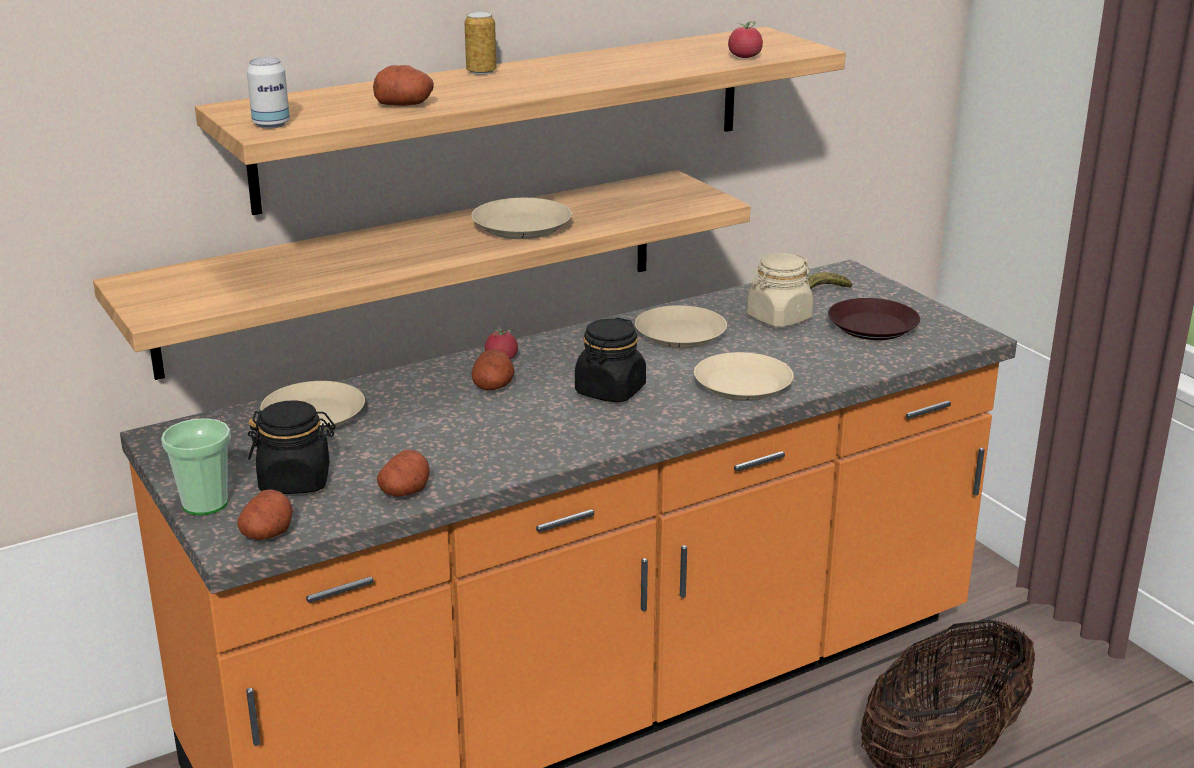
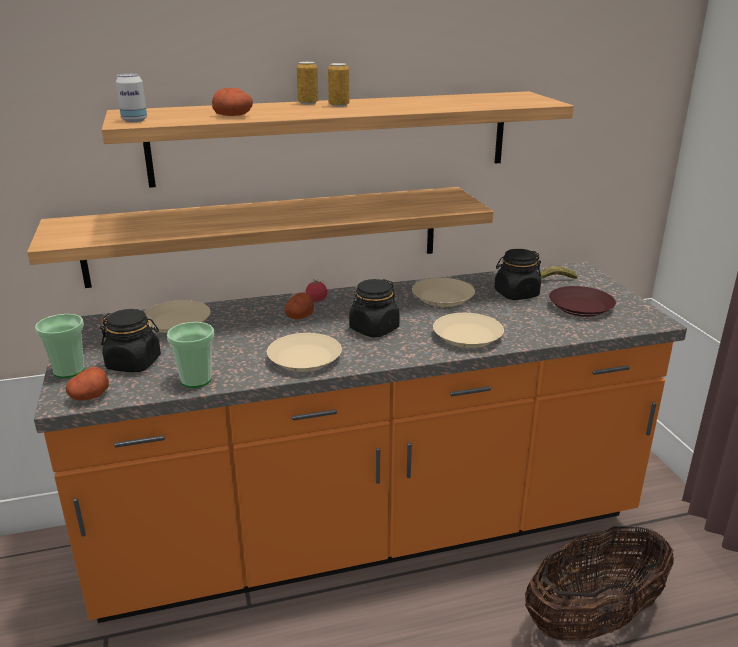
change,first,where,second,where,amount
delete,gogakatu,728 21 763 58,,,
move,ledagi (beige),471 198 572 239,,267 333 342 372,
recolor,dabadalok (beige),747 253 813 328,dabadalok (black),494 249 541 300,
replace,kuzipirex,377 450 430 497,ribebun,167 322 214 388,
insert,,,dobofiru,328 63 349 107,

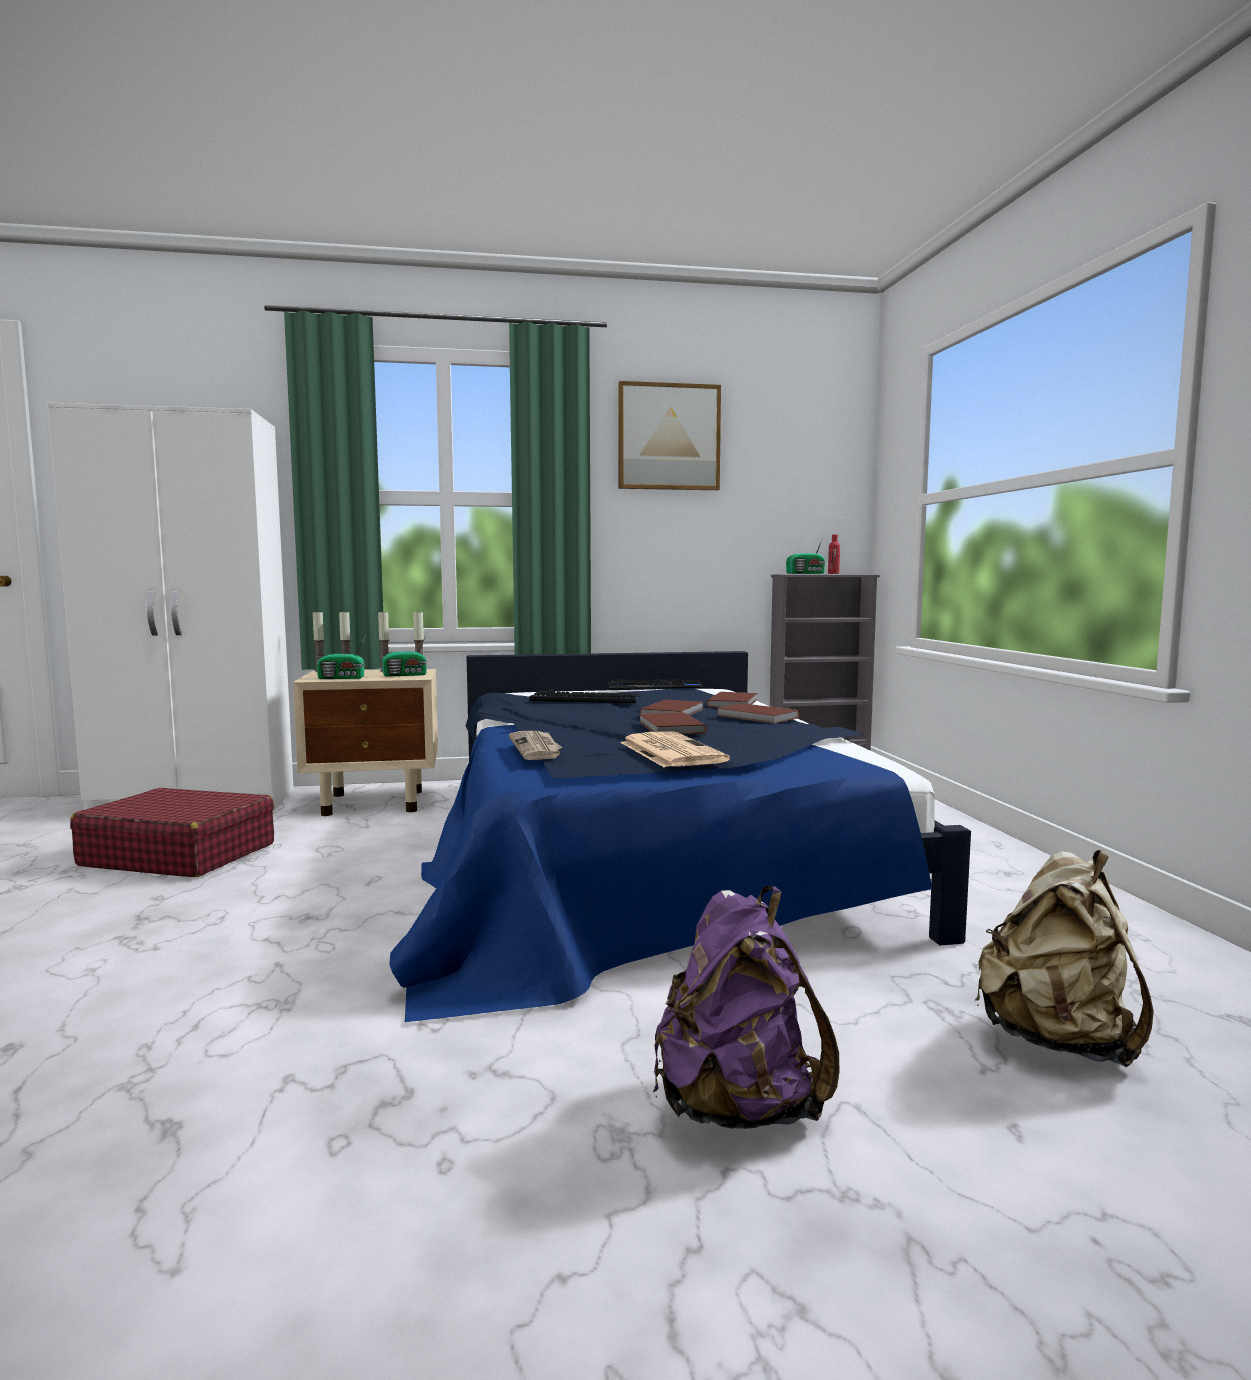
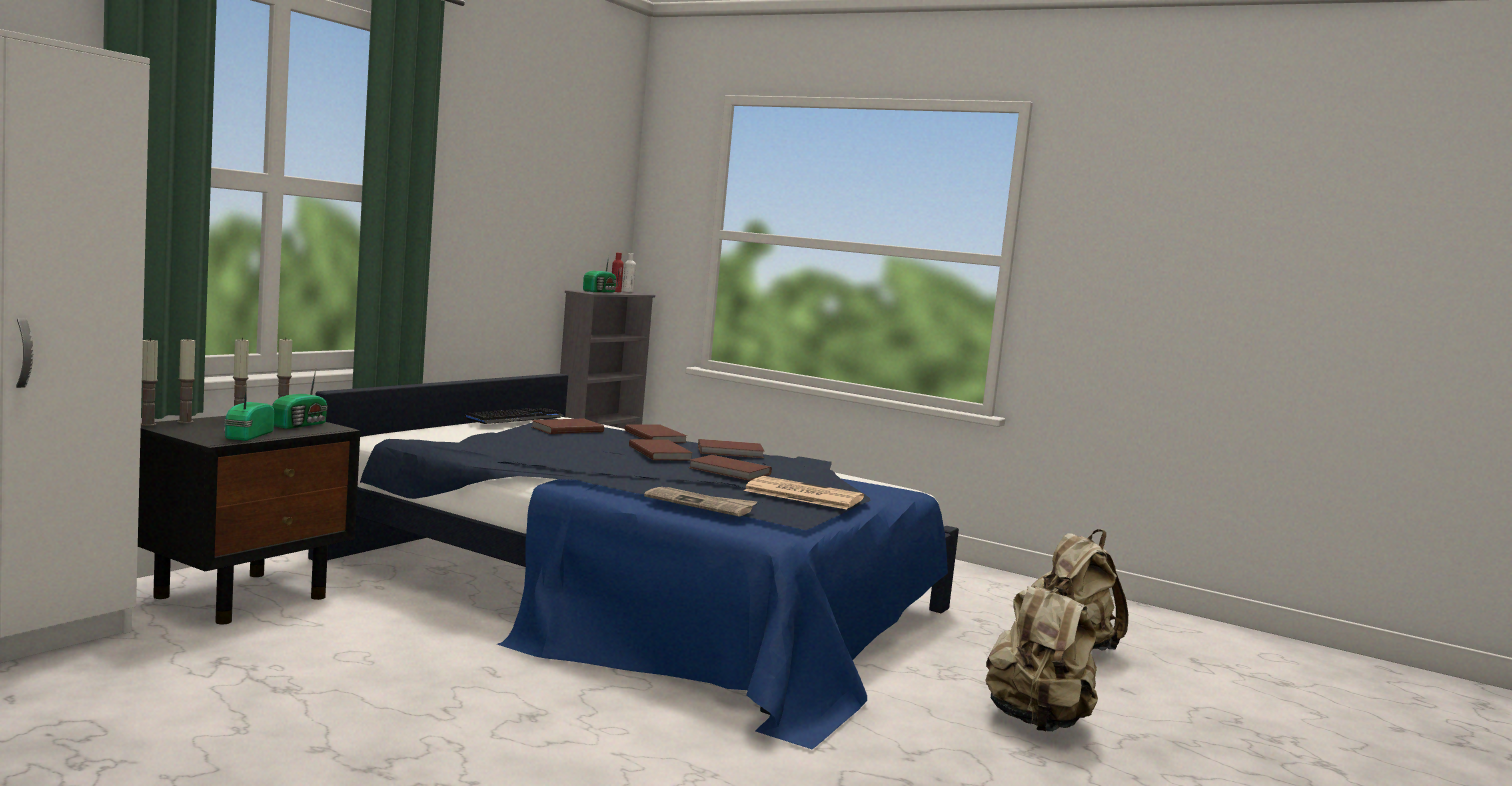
change,first,where,second,where,amount
delete,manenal,618 381 721 490,,,
rotate,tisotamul,317 634 367 679,,224 384 274 441,150 degrees clockwise
recolor,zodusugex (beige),293 669 438 816,zodusugex (black),138 416 360 625,
delete,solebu,530 690 641 703,,,
delete,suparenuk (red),70 788 274 877,,,
recolor,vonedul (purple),653 885 839 1129,vonedul (beige),985 577 1098 731,
insert,,,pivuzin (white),623 253 636 292,
insert,,,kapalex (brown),532 418 604 434,

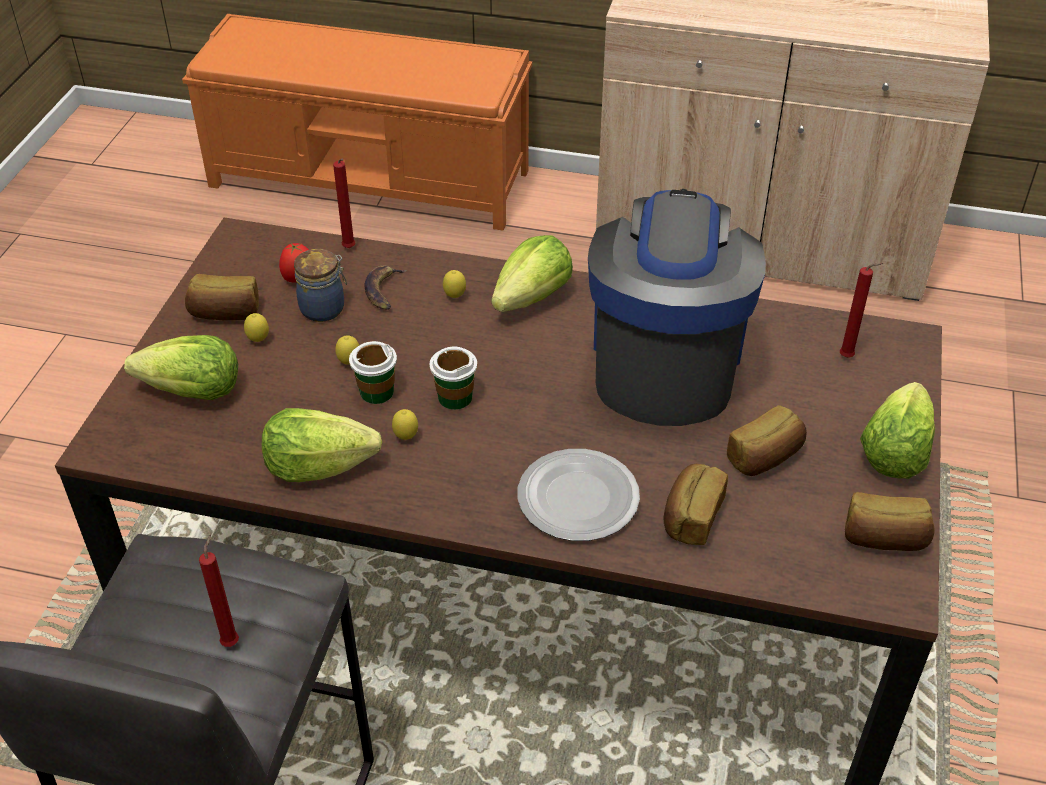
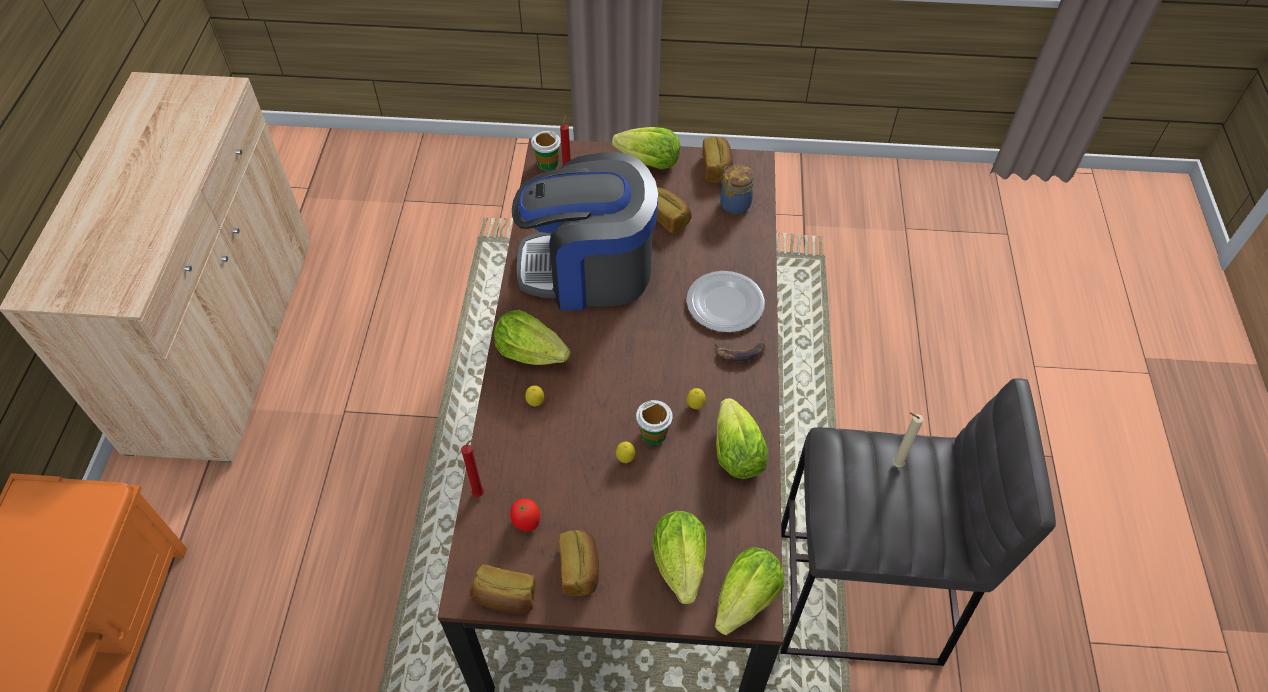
change,first,where,second,where,amount
move,dabadalok,294 249 347 322,,720 164 754 214,
move,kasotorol,364 265 406 310,,713 340 766 361,
delete,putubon,244 313 269 342,,,
move,ribebun,429 347 477 410,,531 131 561 170,
move,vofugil,664 464 728 545,,470 564 536 614,
recolor,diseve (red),199 534 239 647,diseve (beige),892 413 924 468,
insert,,,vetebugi,715 547 784 635,

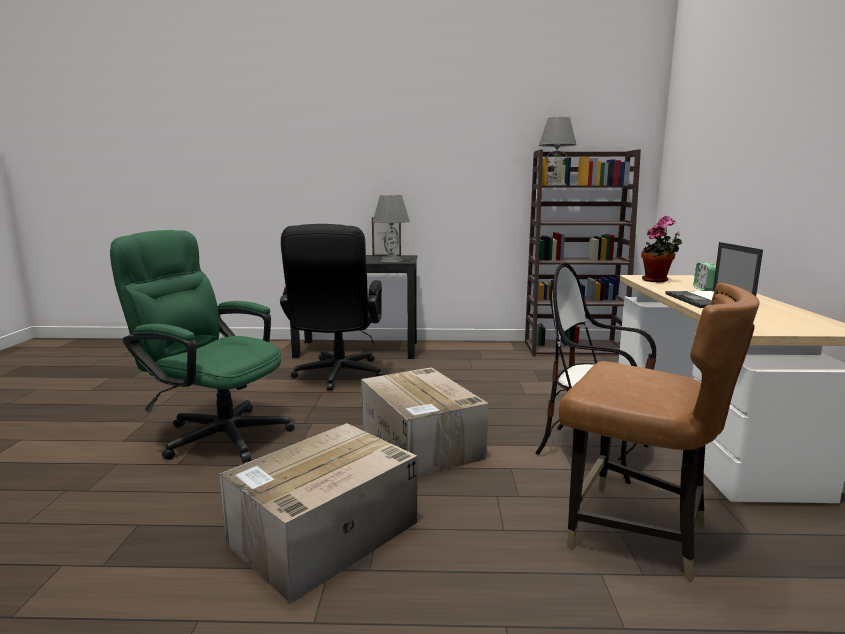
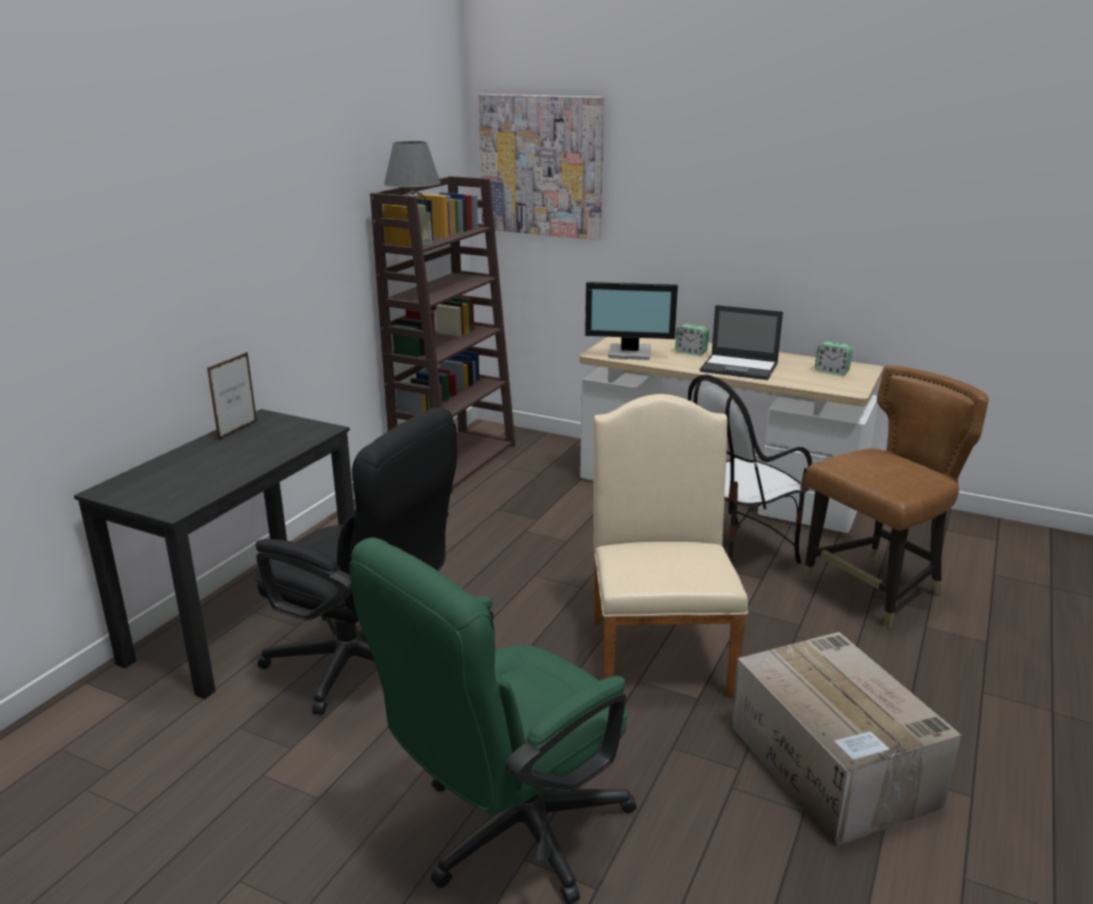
change,first,where,second,where,amount
delete,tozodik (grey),373 195 410 262,,,
replace,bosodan,641 216 682 282,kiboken,585 282 678 360,
replace,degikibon,361 367 488 477,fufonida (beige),593 394 748 698,
insert,,,manenal,479 94 604 240,
insert,,,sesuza,815 341 853 376,

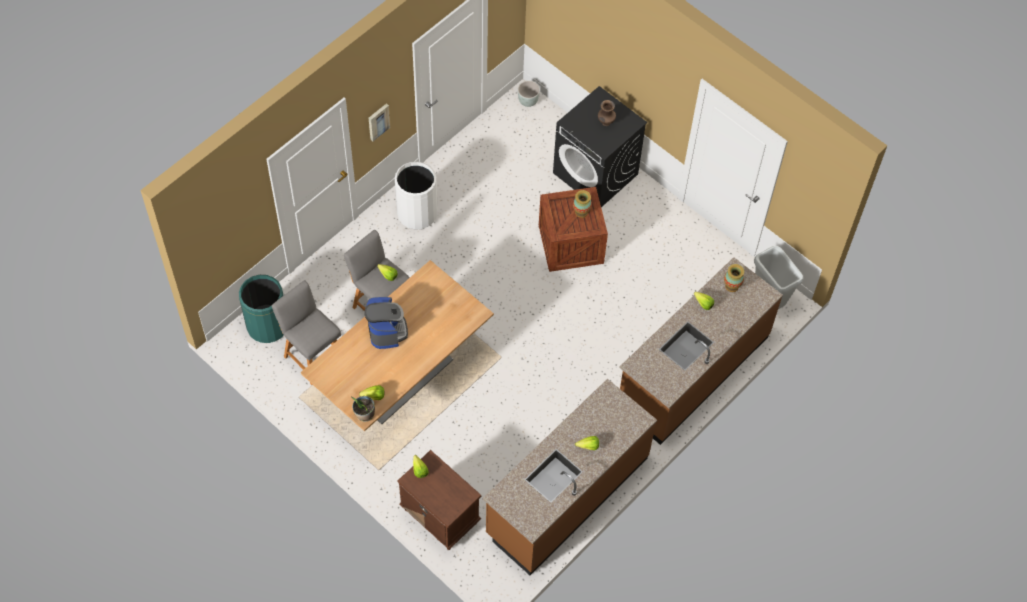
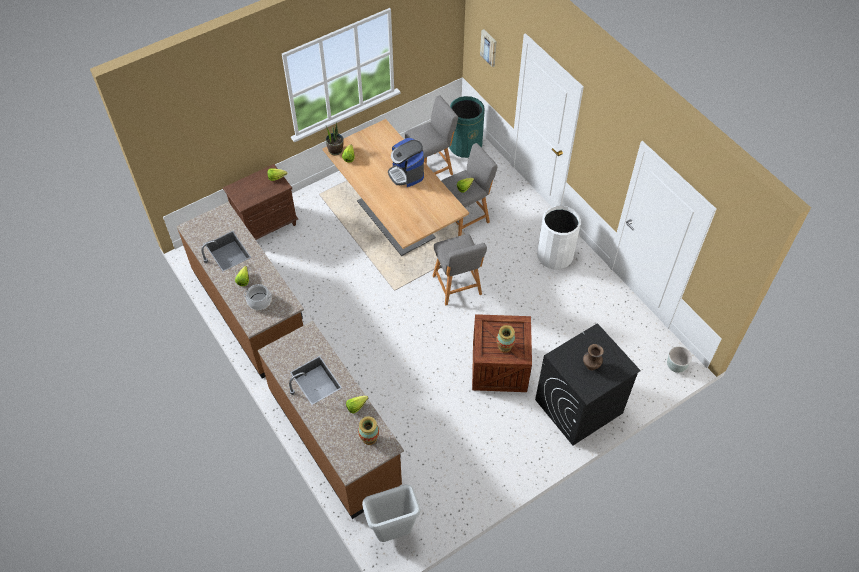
change,first,where,second,where,amount
move,manenal,369 103 391 141,,480 29 497 67,
rotate,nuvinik,364 297 408 349,,388 138 424 187,60 degrees clockwise
insert,,,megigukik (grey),432 234 487 305,
insert,,,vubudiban,244 284 272 310,

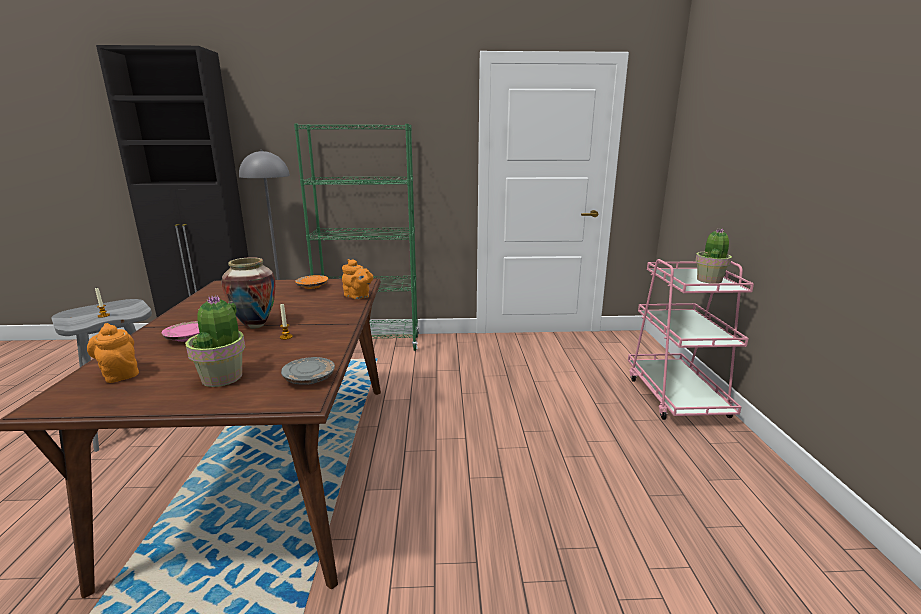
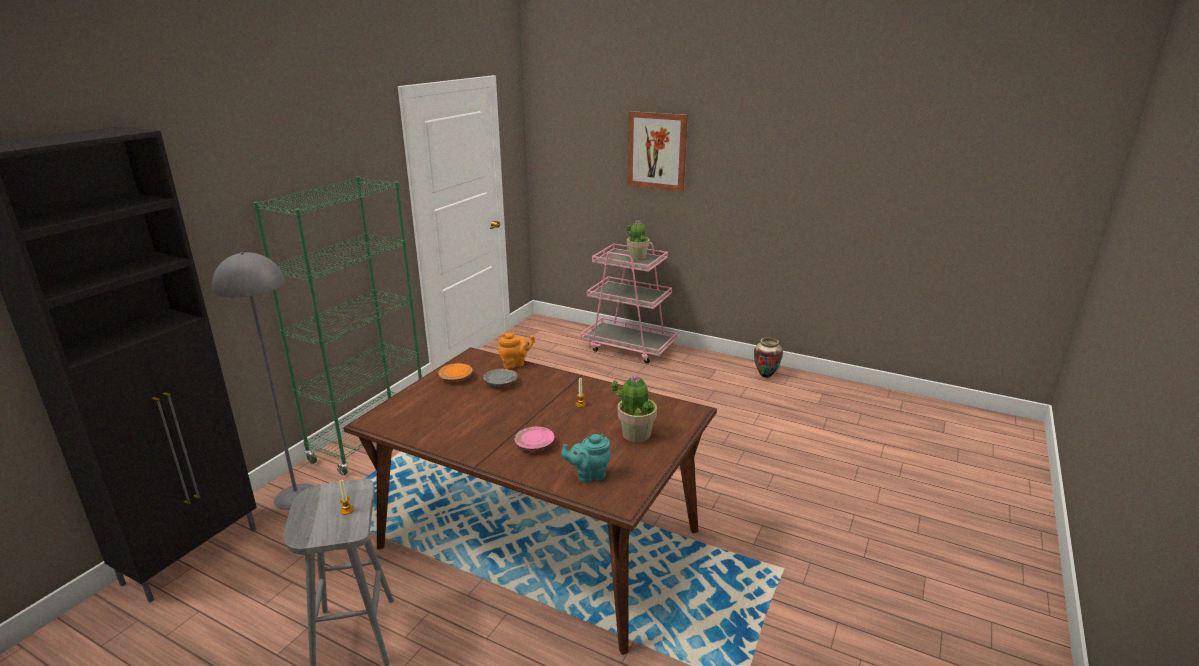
change,first,where,second,where,amount
move,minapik,221 257 275 329,,754 337 783 378,
recolor,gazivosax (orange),87 323 139 383,gazivosax (turquoise),561 434 611 483,
move,ledagi (grey),281 357 335 385,,483 369 518 387,
insert,,,manenal,628 111 688 192,

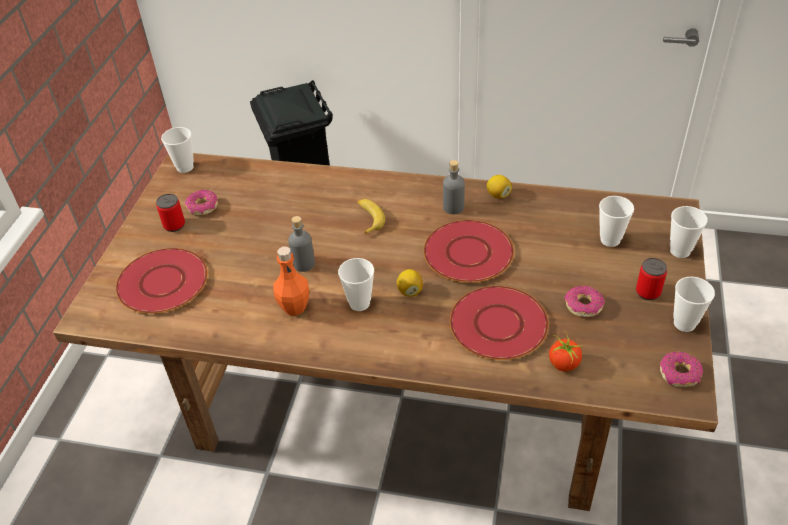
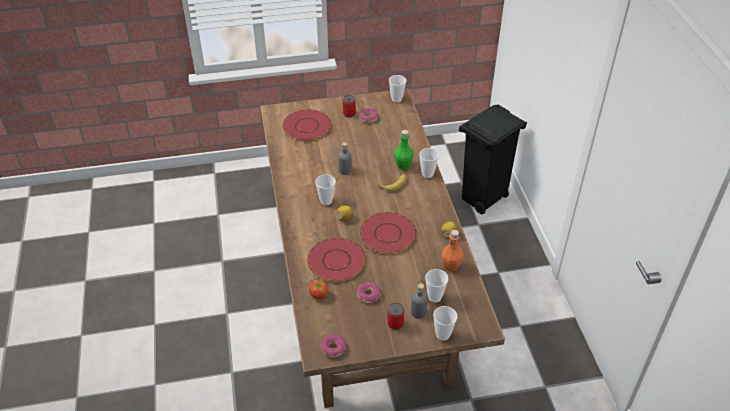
change,first,where,second,where,amount
move,pivuzin (grey),443 160 465 214,,411 284 428 319,
move,pivuzin (orange),273 247 309 316,,441 230 464 272,
move,ribebun,673 277 715 332,,419 148 439 178,
insert,,,pivuzin (green),394 130 413 170,

